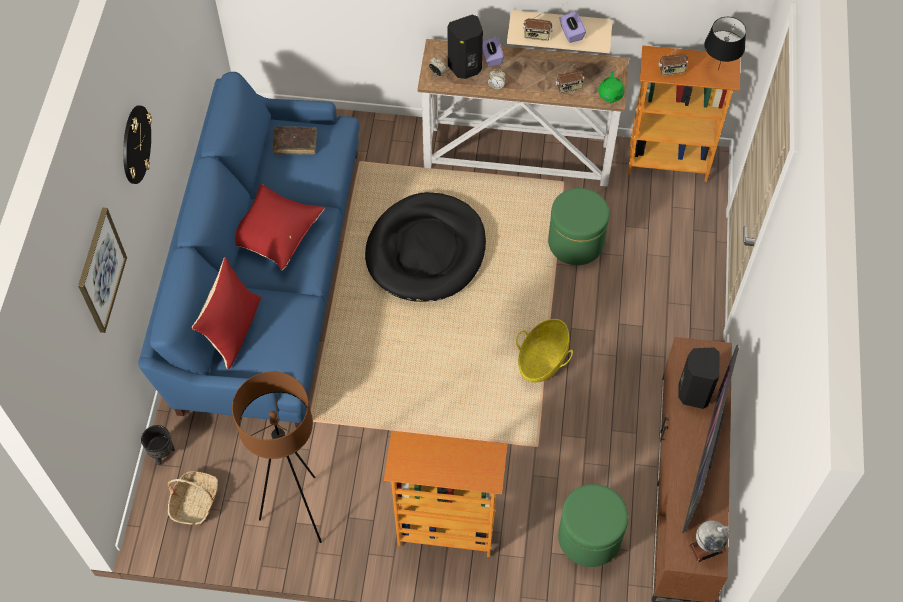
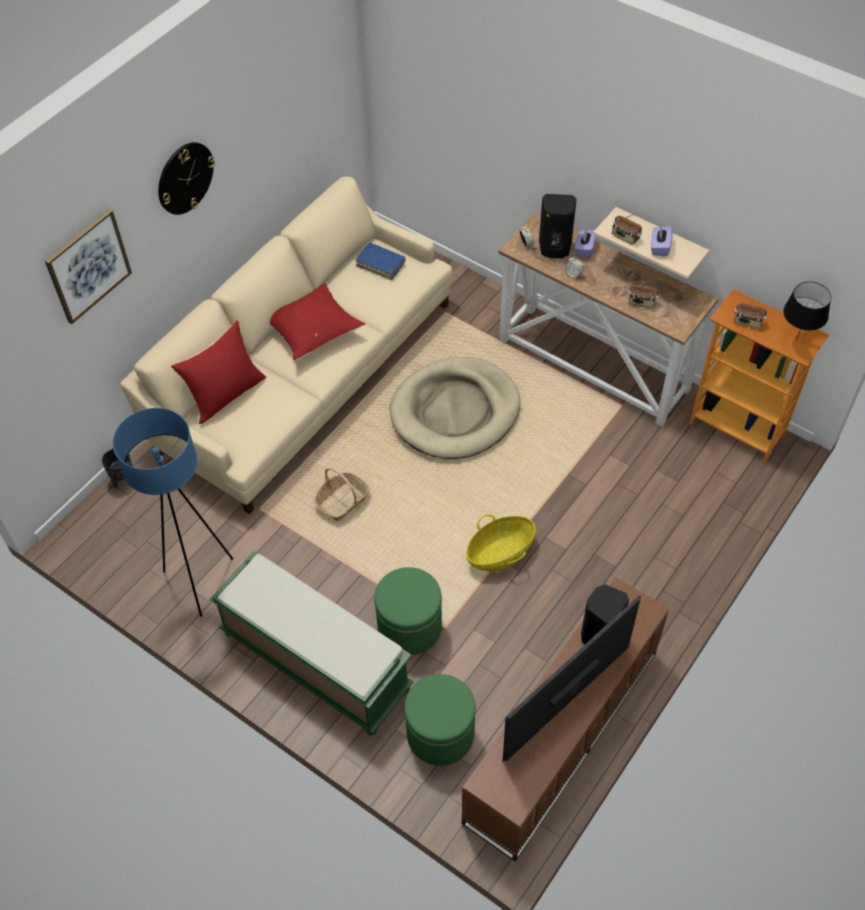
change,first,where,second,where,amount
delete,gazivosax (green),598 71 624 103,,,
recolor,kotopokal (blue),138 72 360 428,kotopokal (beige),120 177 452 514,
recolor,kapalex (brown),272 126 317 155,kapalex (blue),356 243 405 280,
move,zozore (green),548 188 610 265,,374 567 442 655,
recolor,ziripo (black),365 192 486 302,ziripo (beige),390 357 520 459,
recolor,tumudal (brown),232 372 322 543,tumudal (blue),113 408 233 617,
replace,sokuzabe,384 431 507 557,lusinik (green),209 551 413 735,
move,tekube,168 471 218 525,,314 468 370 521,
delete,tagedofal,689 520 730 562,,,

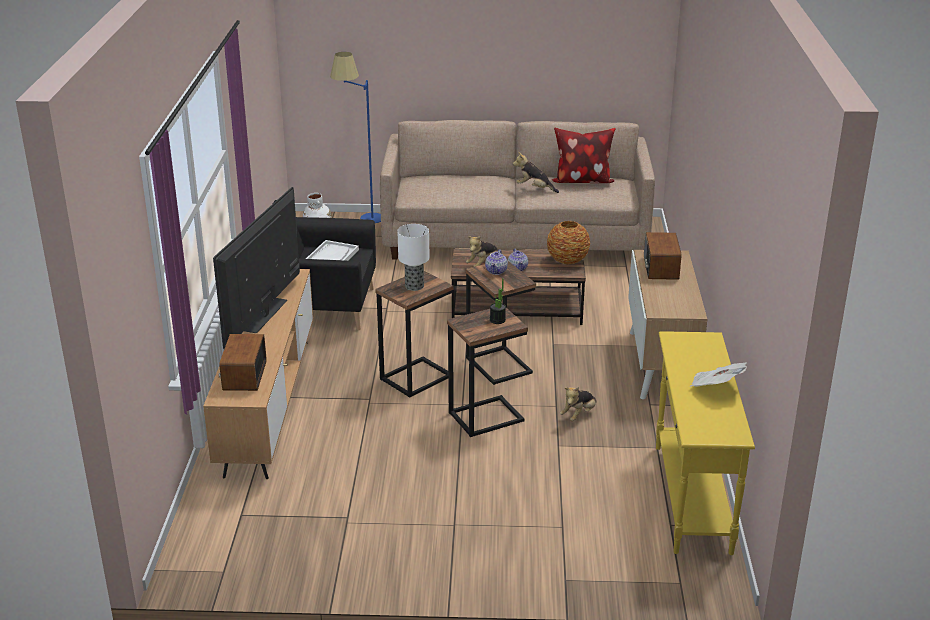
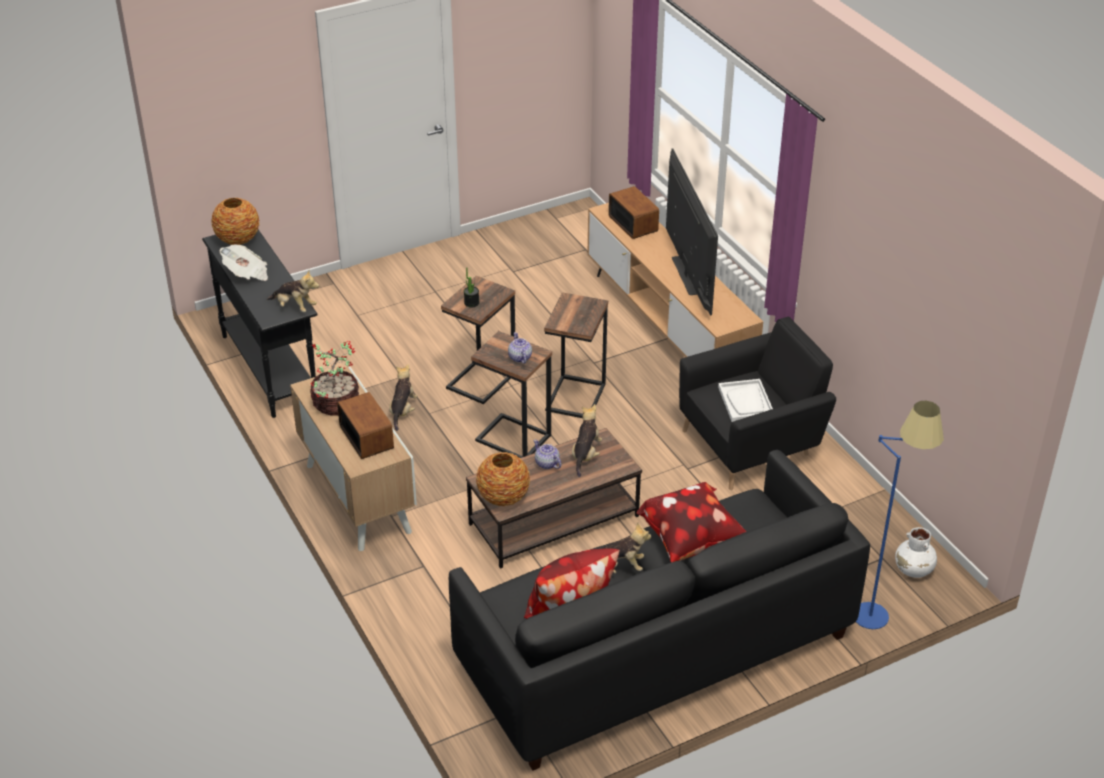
change,first,where,second,where,amount
recolor,kotopokal (beige),380 120 655 260,kotopokal (black),449 450 870 770,
delete,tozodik,397 224 430 291,,,
recolor,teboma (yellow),656 331 755 555,teboma (black),202 229 318 418,
insert,,,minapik,211 198 260 245,
insert,,,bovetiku,267 271 319 312,
insert,,,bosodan,310 341 359 416,
insert,,,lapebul,636 482 747 562,

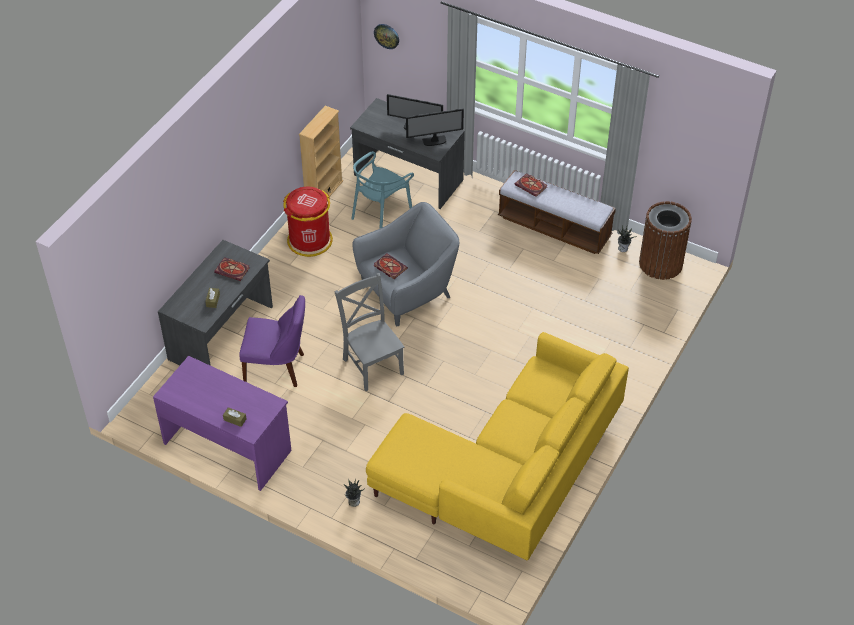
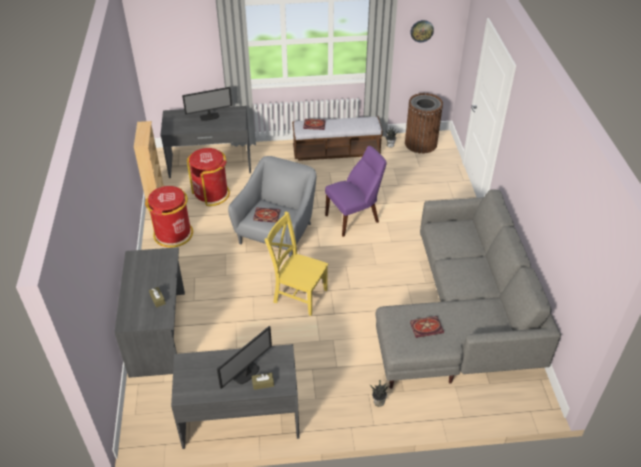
change,first,where,second,where,amount
move,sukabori,374 24 399 49,,410 20 434 43,
move,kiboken,406 108 464 146,,217 326 272 389,
replace,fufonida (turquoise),352 151 414 229,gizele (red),187 148 230 206,
move,kapalex,214 257 250 281,,410 316 444 338,
recolor,fufonida (grey),334 273 404 391,fufonida (yellow),265 212 328 316,
move,fufonida (purple),239 295 305 387,,325 146 387 237,
recolor,kotopokal (yellow),366 332 629 561,kotopokal (grey),376 190 561 389,
recolor,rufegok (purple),153 356 292 491,rufegok (grey),171 344 299 449,

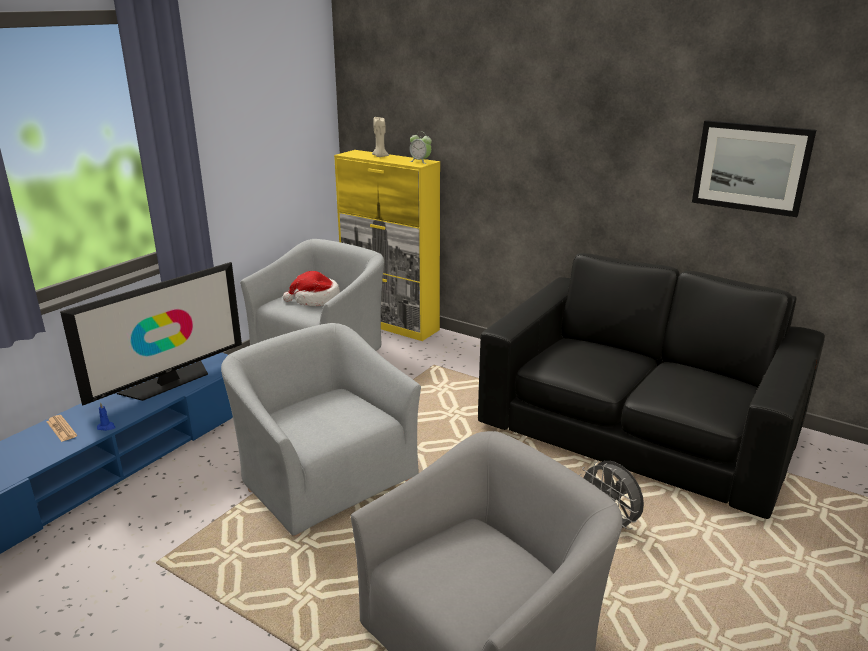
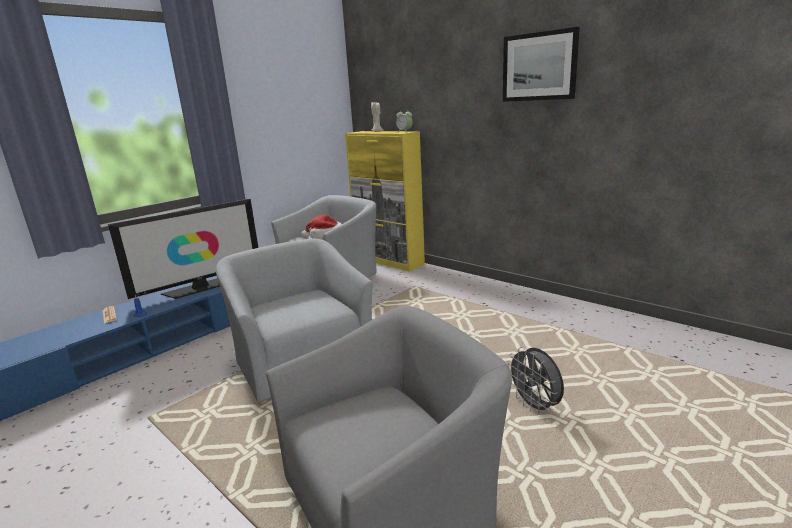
change,first,where,second,where,amount
move,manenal,692 120 816 217,,503 27 580 102,
delete,kotopokal (black),478 253 825 519,,,

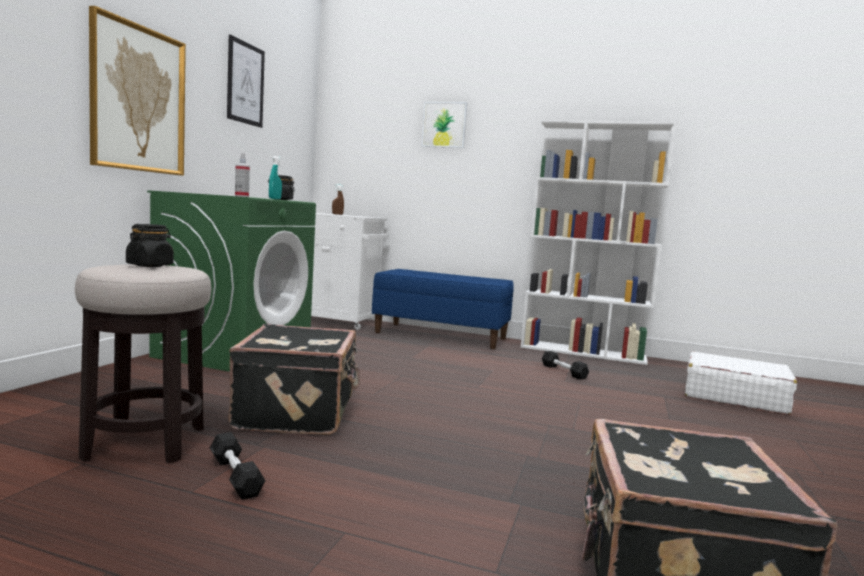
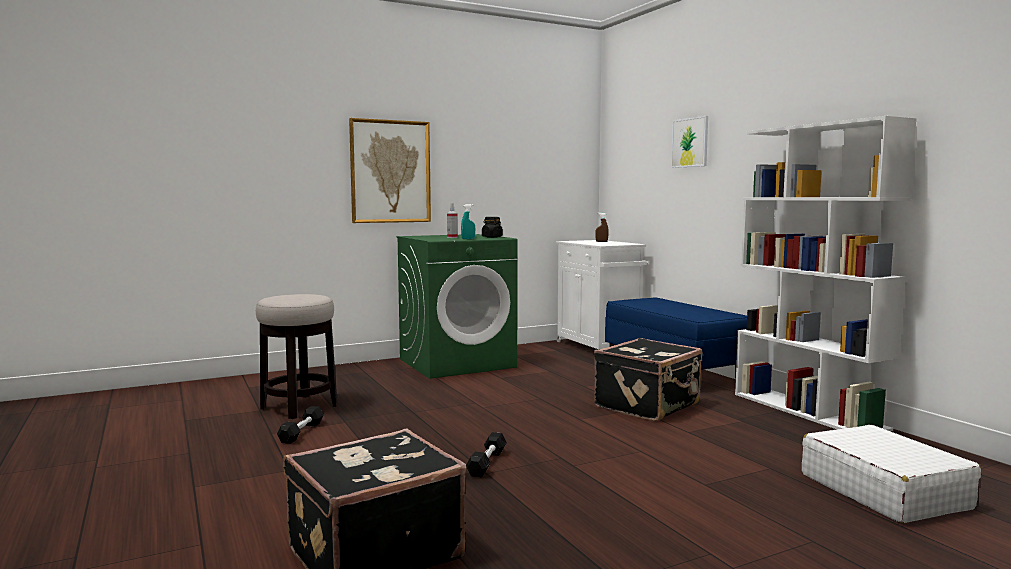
change,first,where,second,where,amount
delete,manenal,227 35 265 128,,,
delete,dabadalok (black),126 224 174 267,,,
move,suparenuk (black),228 324 360 435,,594 338 702 421,
move,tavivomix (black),542 351 589 379,,466 432 507 477,

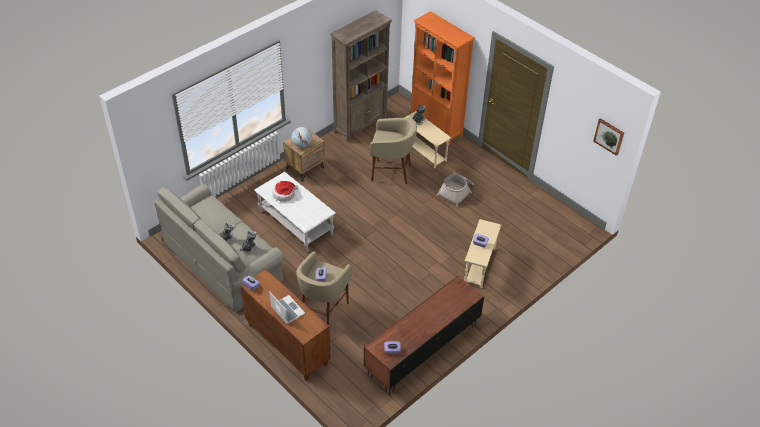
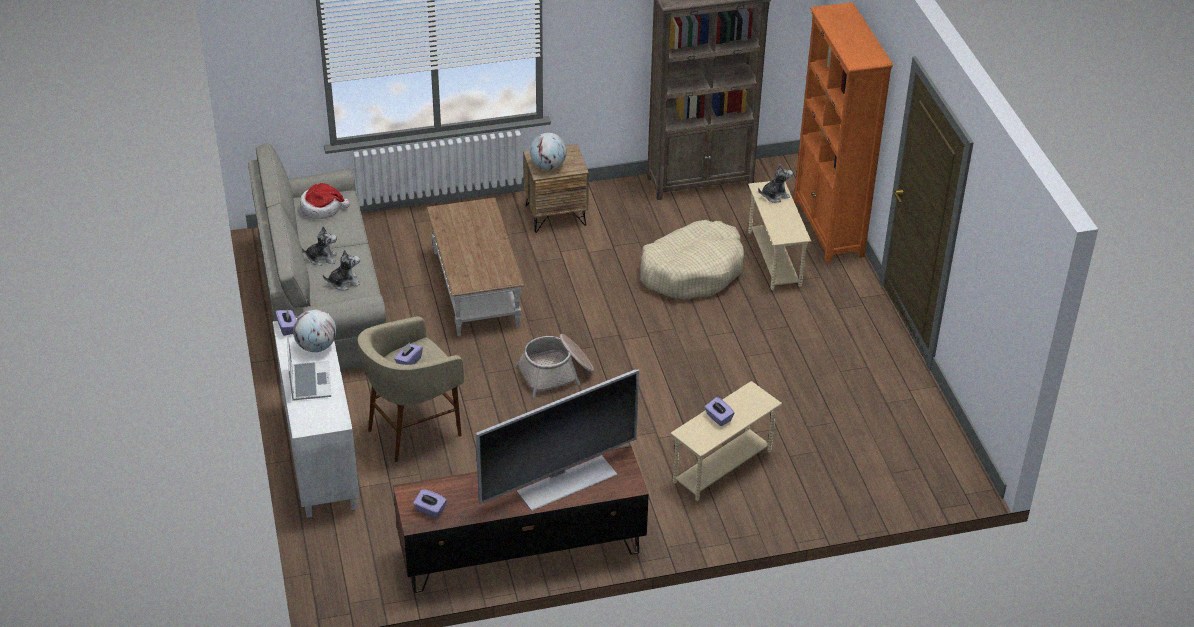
change,first,where,second,where,amount
replace,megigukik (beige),370 118 417 184,ziripo (beige),640 220 744 299,
delete,manenal,593 118 624 156,,,
recolor,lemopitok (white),254 172 336 252,lemopitok (brown),426 198 524 337,
move,tekube,436 172 475 207,,515 334 594 398,
move,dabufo,272 181 298 202,,300 183 350 219,
recolor,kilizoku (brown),241 269 331 381,kilizoku (white),273 313 360 518,
insert,,,tagedofal,293 309 336 352,
insert,,,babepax,476 369 639 511,

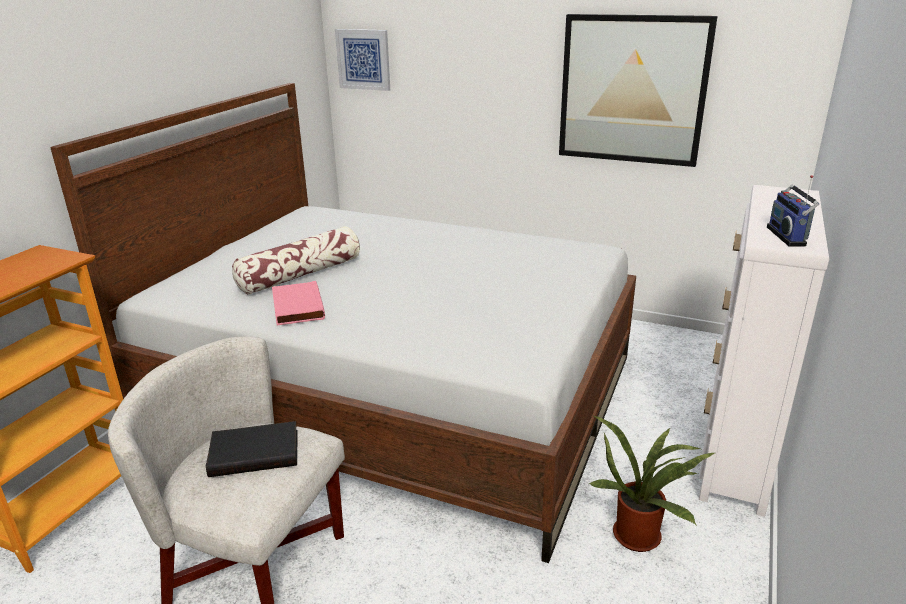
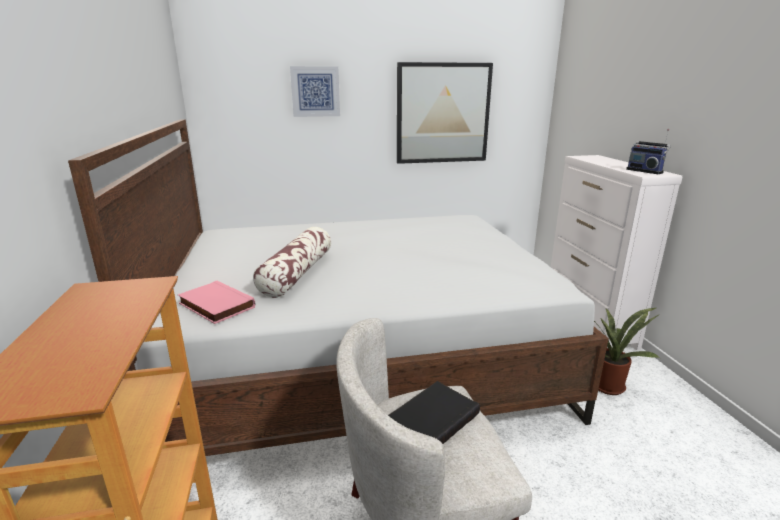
change,first,where,second,where,amount
move,manenal,335 29 390 91,,290 66 340 117,
move,kapalex (pink),272 281 325 326,,178 281 255 324,

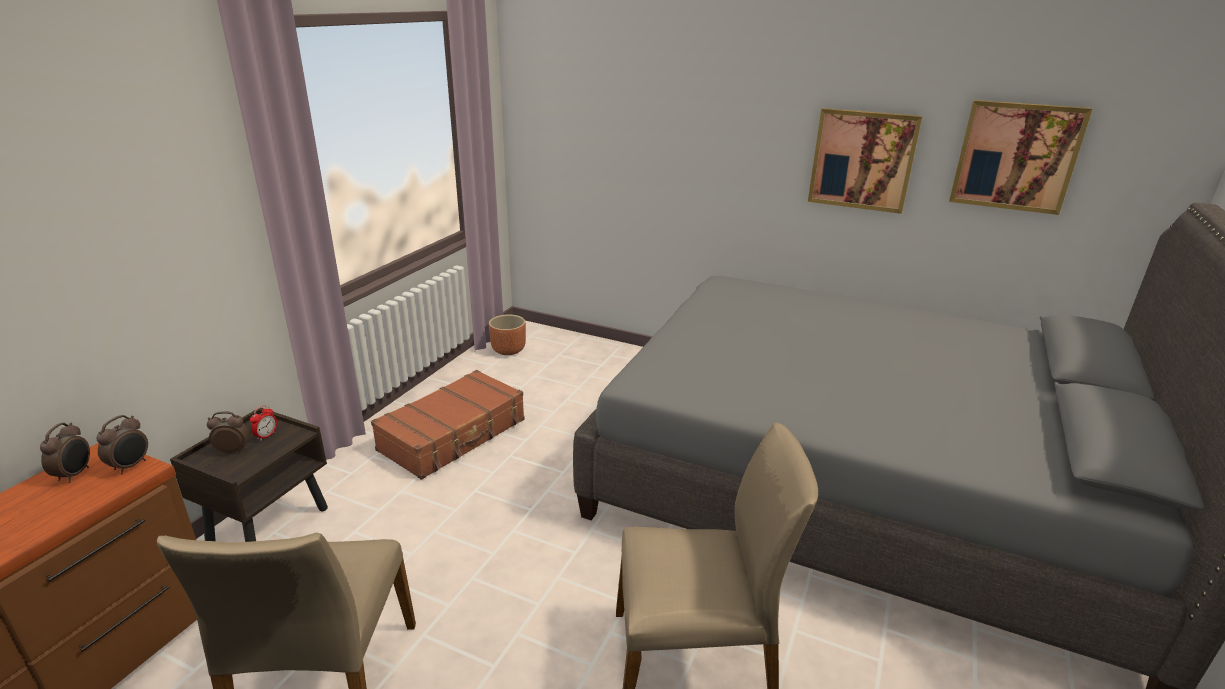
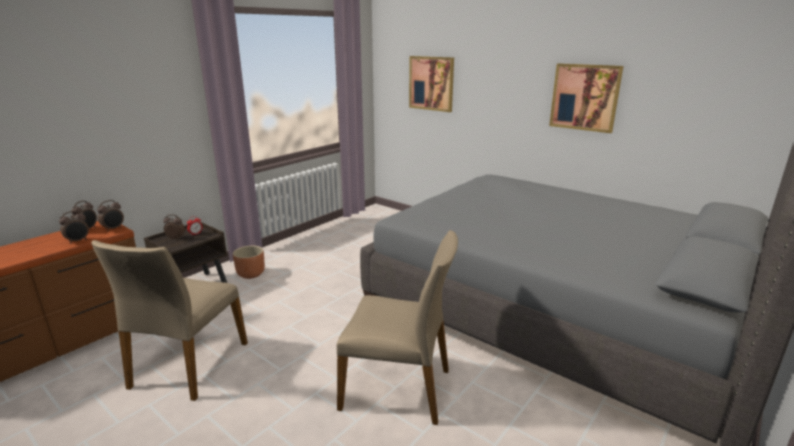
change,first,where,second,where,amount
move,manenal,949 100 1092 215,,409 56 454 112,
move,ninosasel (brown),489 315 526 355,,233 246 265 279,
delete,suparenuk (brown),371 370 525 480,,,
insert,,,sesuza,59 211 89 244,

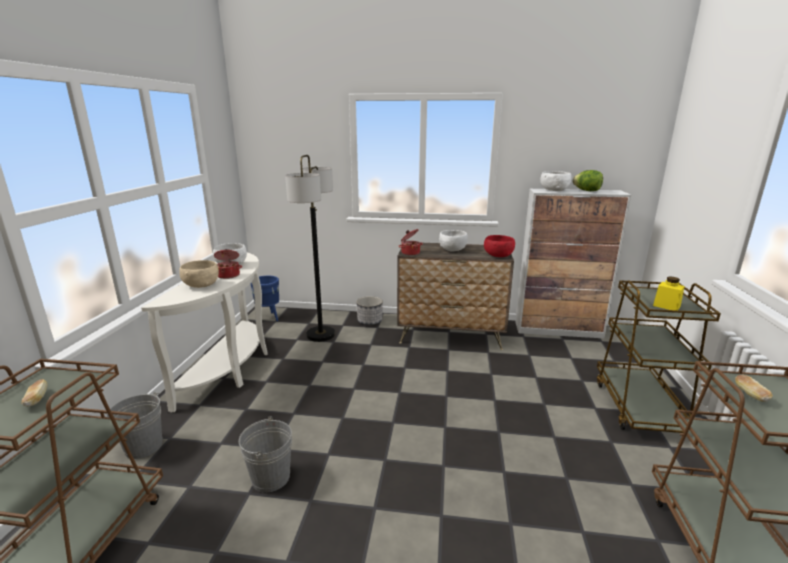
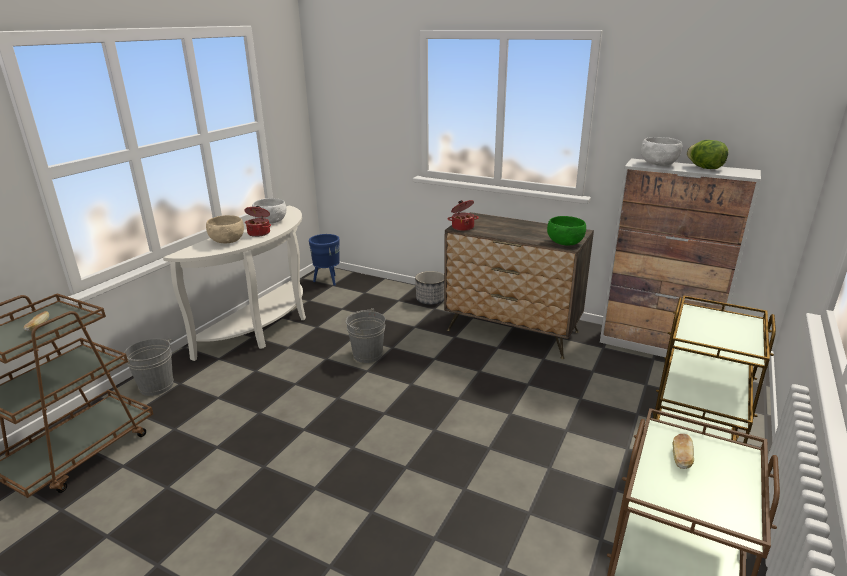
change,first,where,second,where,amount
delete,tumudal,285 155 335 342,,,
delete,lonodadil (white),439 230 468 252,,,
recolor,lonodadil (red),484 235 515 257,lonodadil (green),547 216 586 246,
delete,dabadalok (yellow),653 277 684 310,,,
move,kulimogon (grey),239 416 292 492,,346 308 385 363,

